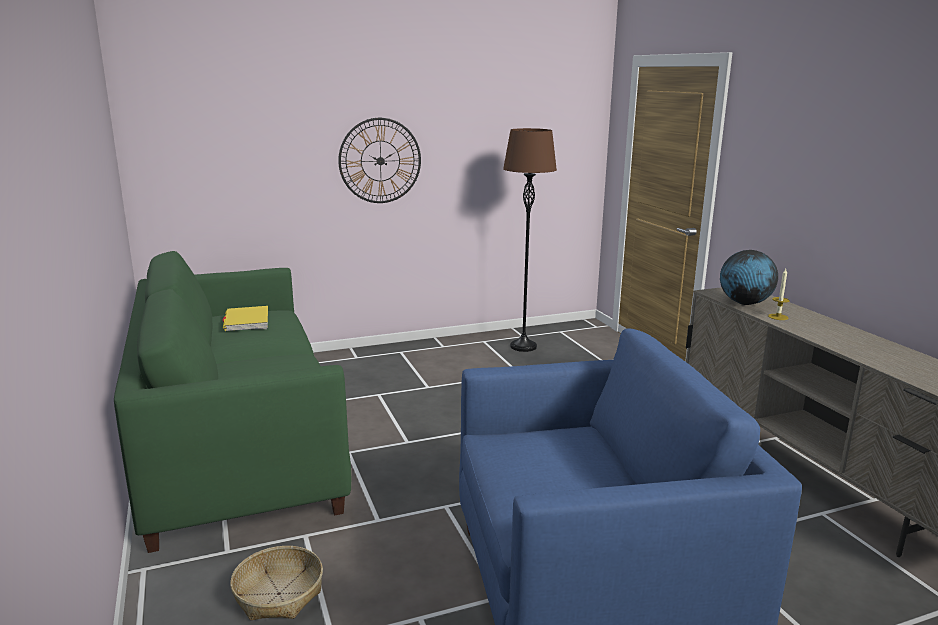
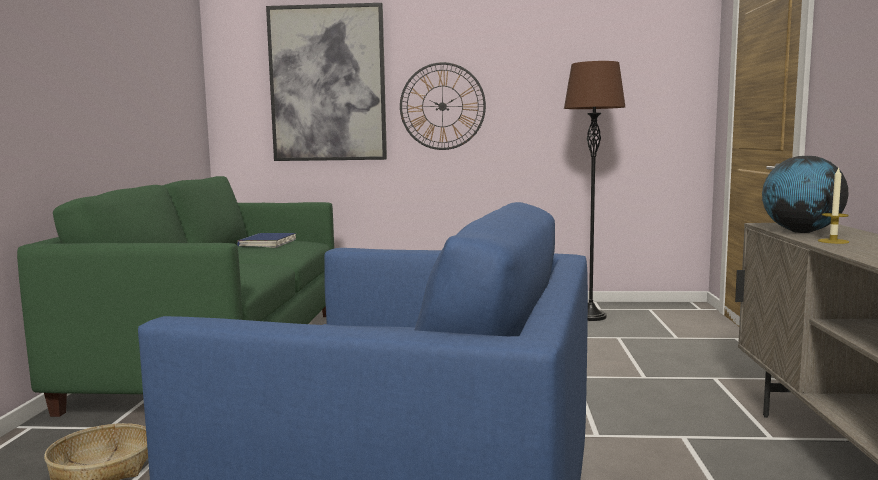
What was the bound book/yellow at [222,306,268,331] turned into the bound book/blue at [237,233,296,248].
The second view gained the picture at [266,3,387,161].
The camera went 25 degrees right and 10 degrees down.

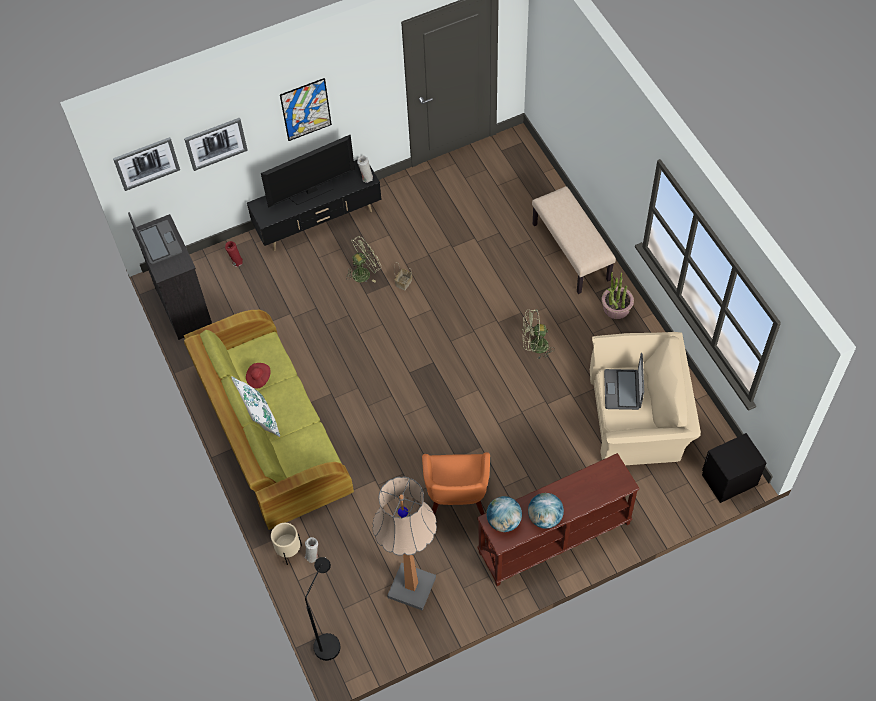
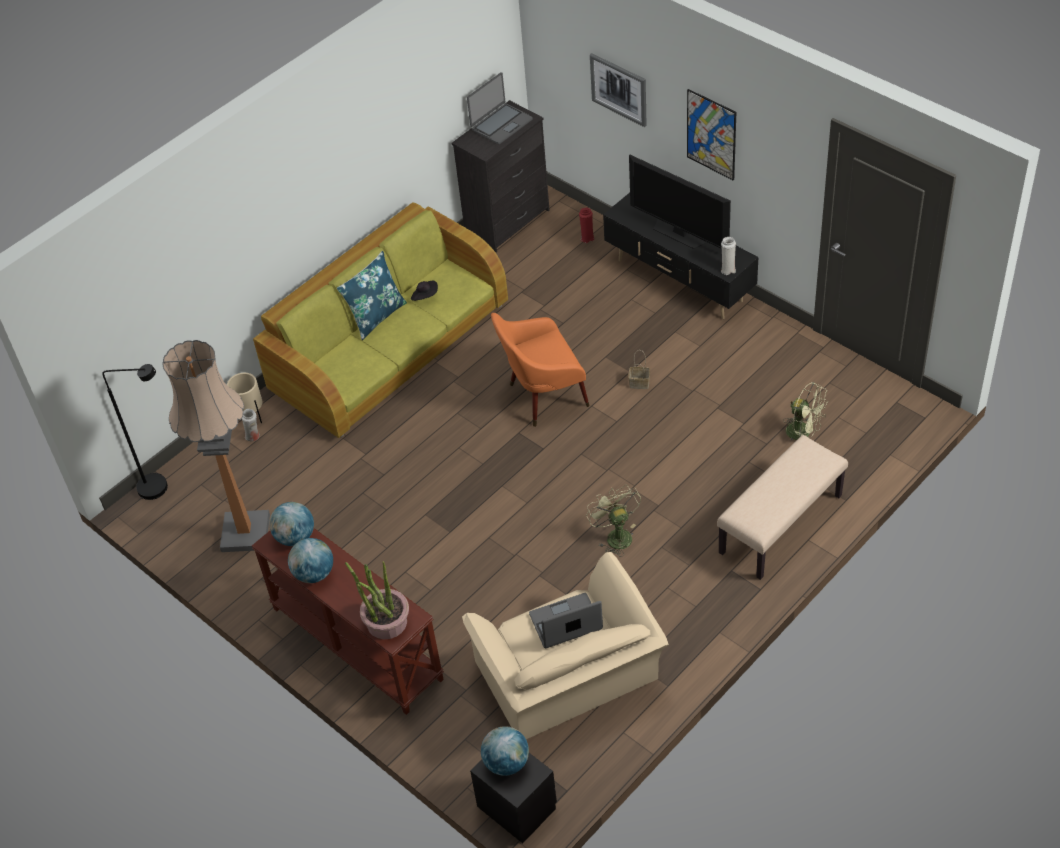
What was the pillow/whitish at [231,376,280,437] turned into the pillow/blue at [337,251,407,340].
The plant in a pot ended up elsewhere, having gone from [601,272,634,319] to [345,561,409,639].
What was the clothing hat/red-coloured at [246,363,271,389] turned into the clothing hat/black at [411,280,438,301].
The second view gained the world globe at [481,726,529,776].
The armchair/orangey ended up elsewhere, having gone from [422,452,490,515] to [491,313,589,427].
The electric fan/green ended up elsewhere, having gone from [346,236,382,283] to [783,382,827,440].
The second view lost the picture at [113,137,180,191].
The camera went 70 degrees right and 10 degrees down.

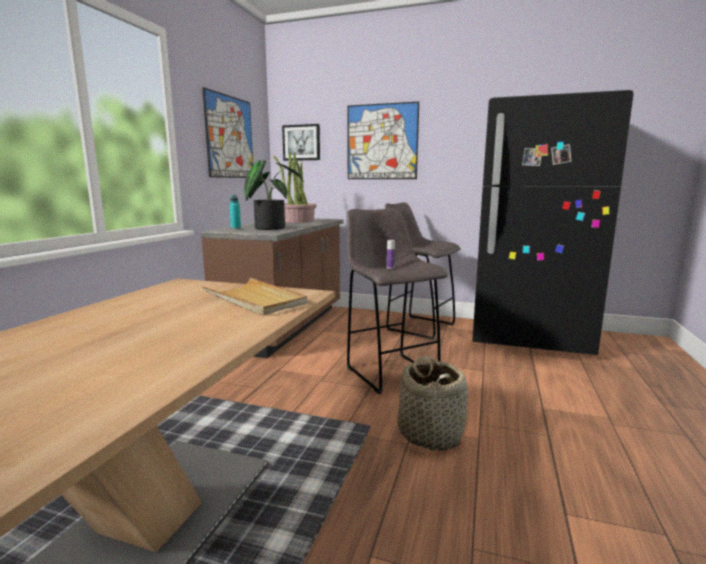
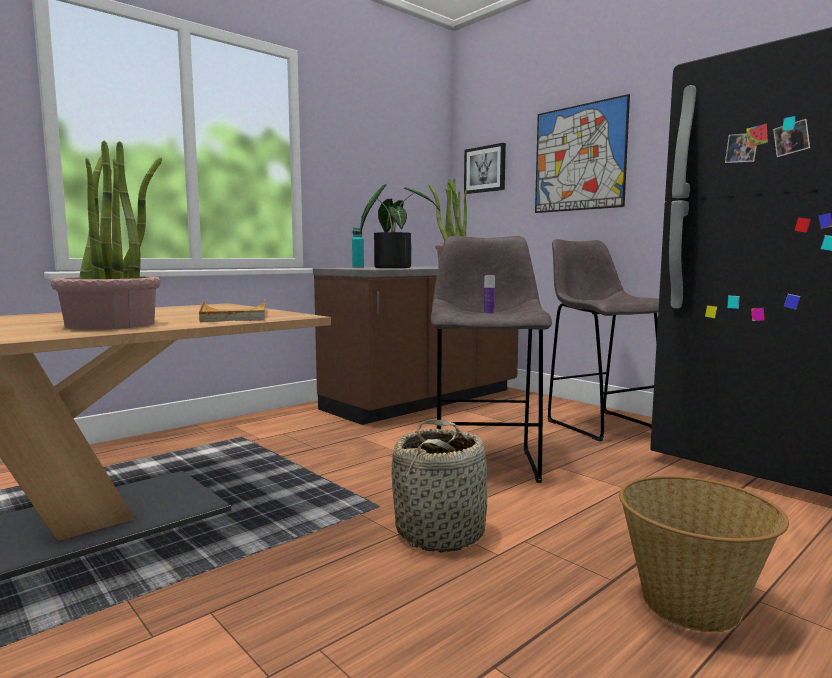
The second view gained the plant in a pot at [51,141,162,330].
The second view gained the household basket at [619,476,789,632].
The second view lost the picture at [202,87,253,178].
The camera went 30 degrees right and 5 degrees down.

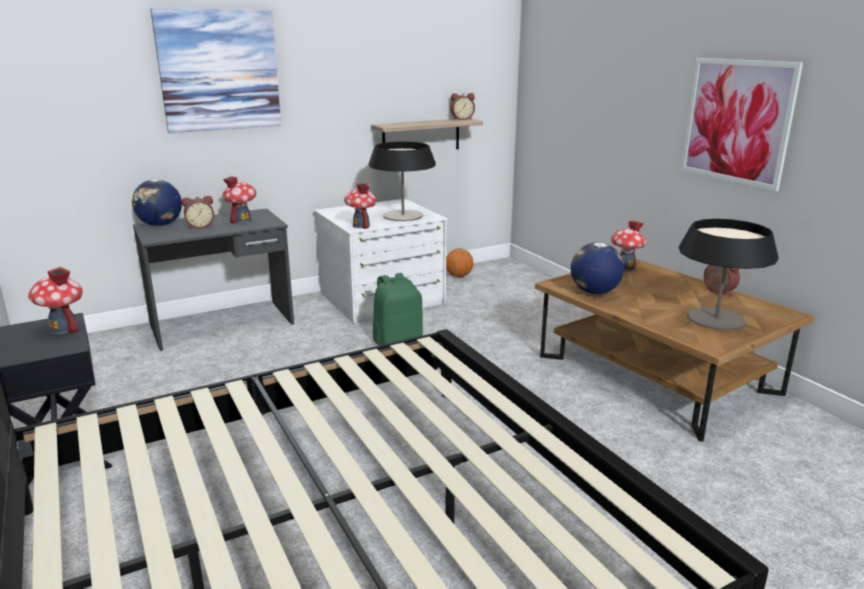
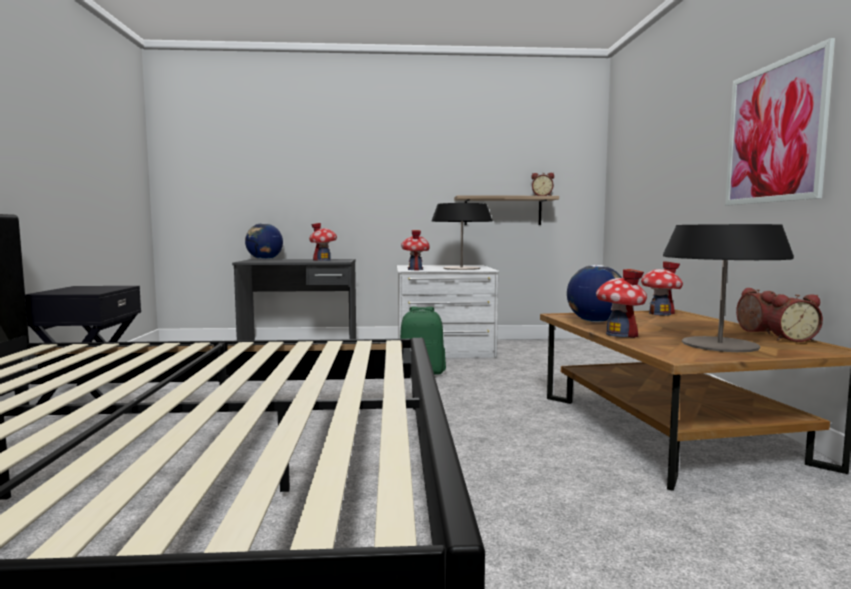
The miniature house ended up elsewhere, having gone from [28,267,83,334] to [596,269,647,338].
The table clock ended up elsewhere, having gone from [182,196,214,229] to [768,294,823,342].
The second view lost the picture at [151,8,281,133].
The second view lost the basketball at [446,248,473,277].
The camera went 25 degrees right and 15 degrees down.

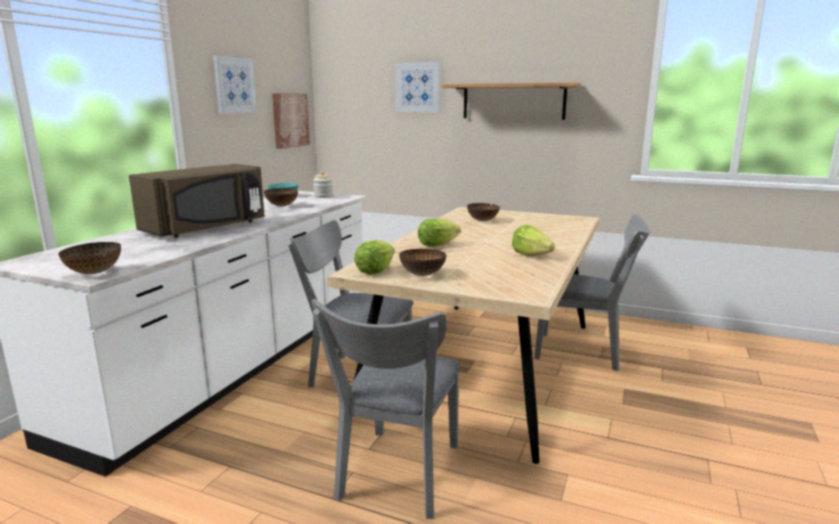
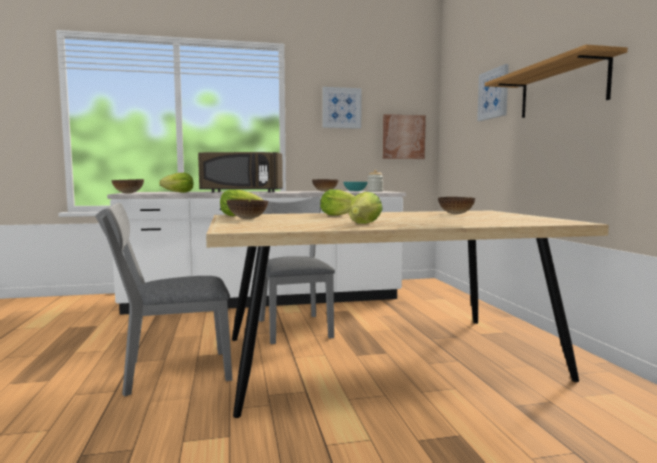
The second view gained the lettuce at [159,173,194,193].
The second view lost the plain chair/grey at [534,214,650,371].
The camera went 55 degrees right and 10 degrees down.

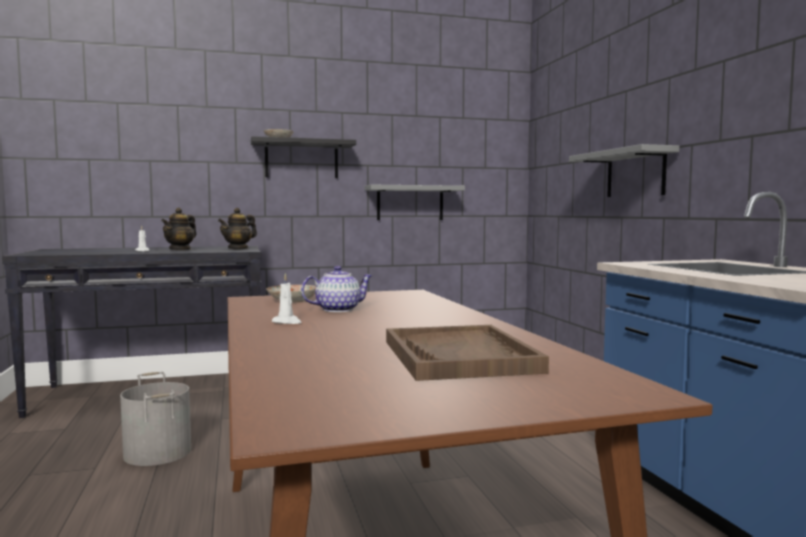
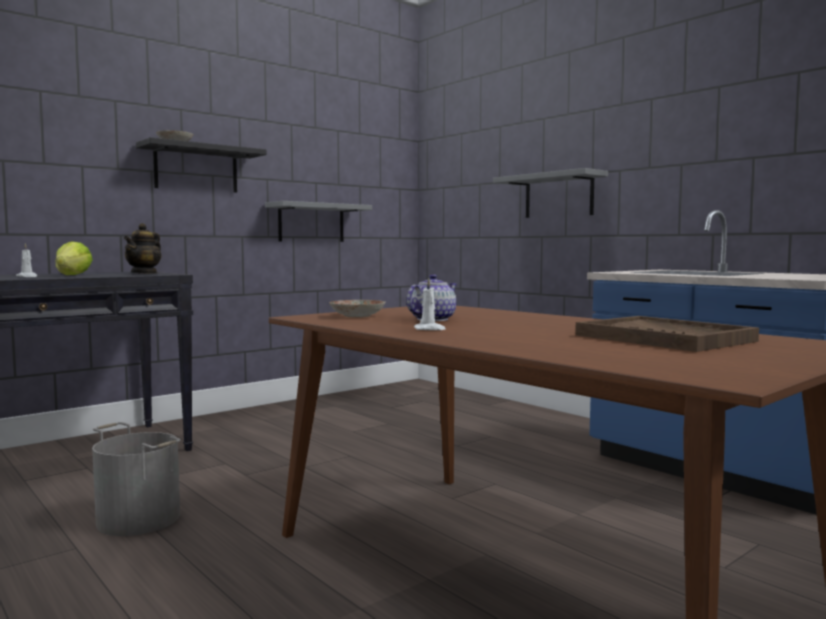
Where the pot for tea stood at [161,208,197,250], the lettuce came to stand at [56,241,93,275].
The camera went 25 degrees left and 0 degrees up.

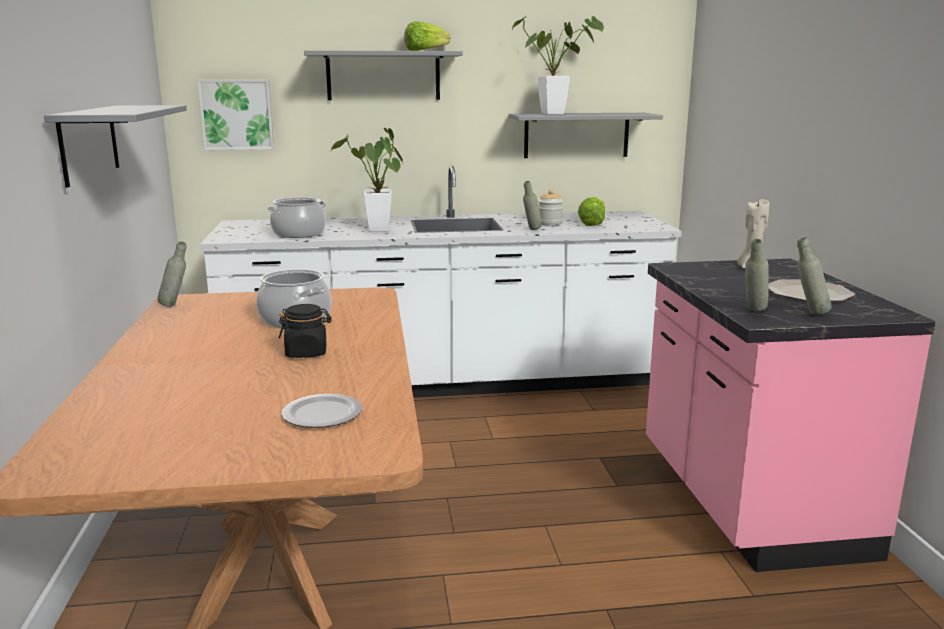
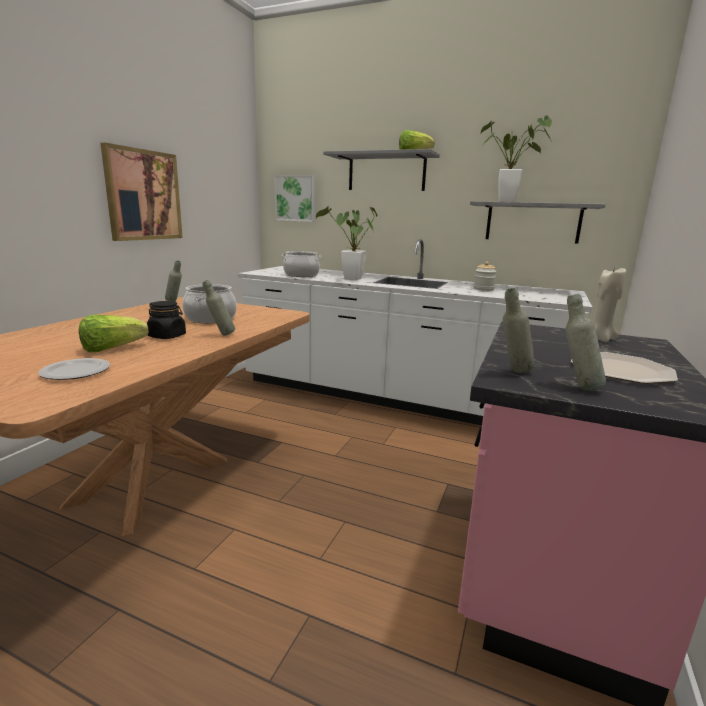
The lettuce ended up elsewhere, having gone from [578,197,605,226] to [79,315,149,352].
Where the shelf/grey hung at [44,105,187,187], the picture came to hang at [100,143,183,241].
The drink bottle/grey ended up elsewhere, having gone from [523,181,542,230] to [203,280,235,336].
The camera went 30 degrees right and 0 degrees up.

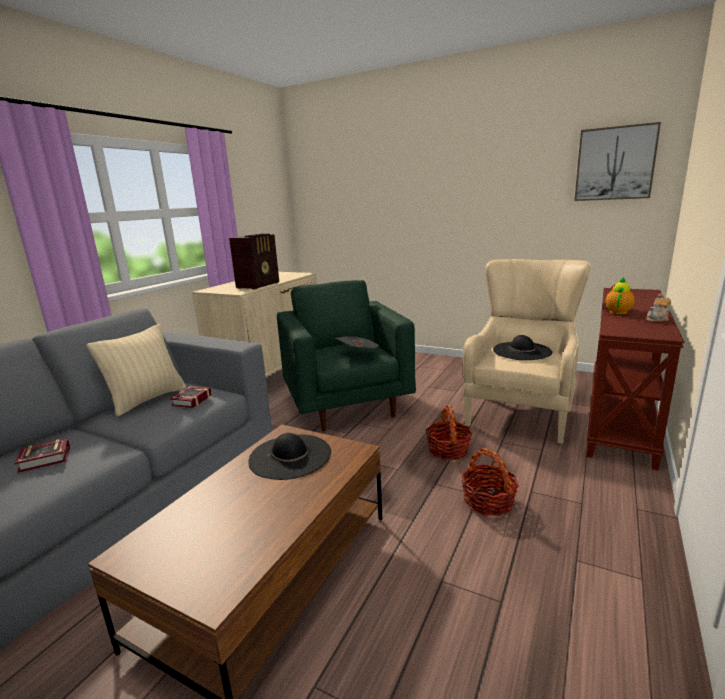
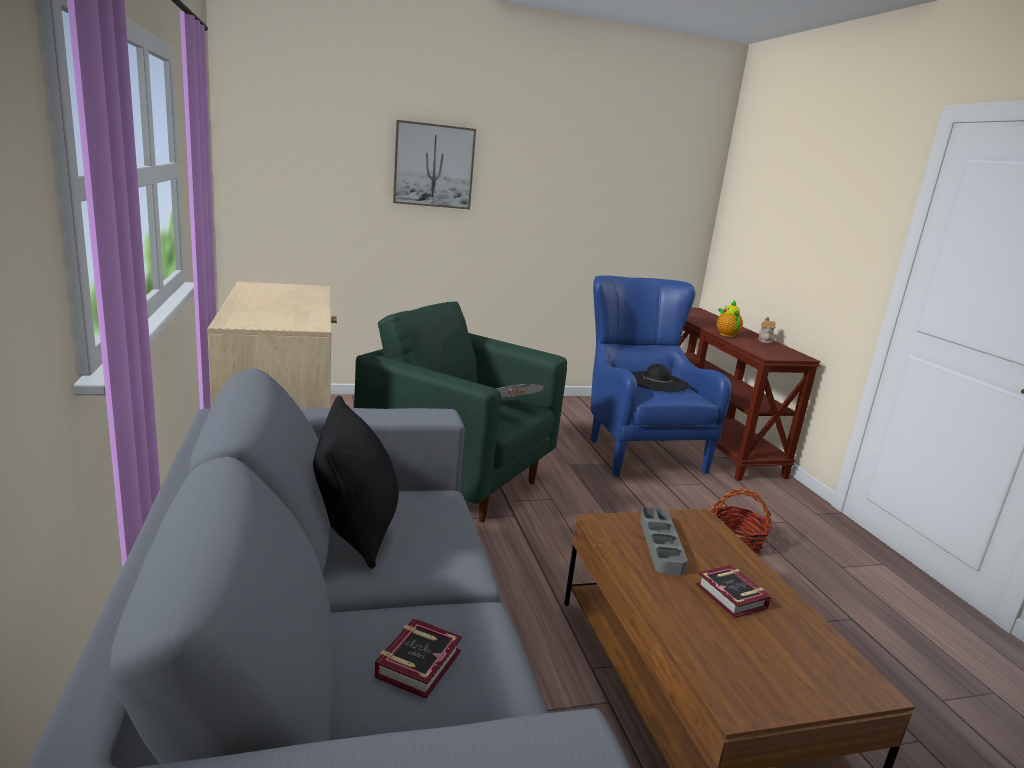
What was the pillow/beige at [87,324,186,417] turned into the pillow/black at [313,395,399,569].
The picture ended up elsewhere, having gone from [574,122,661,201] to [393,120,476,209].
What was the armchair/beige at [462,259,591,444] turned into the armchair/blue at [591,276,732,476].
Where the clothing hat/black stood at [248,433,331,480], the tray/grey came to stand at [640,507,688,576].
The bound book ended up elsewhere, having gone from [170,386,212,408] to [696,565,771,618].
The second view lost the radio receiver at [229,234,279,290].
The second view lost the household basket at [426,405,472,460].
The camera went 45 degrees left and 0 degrees up.

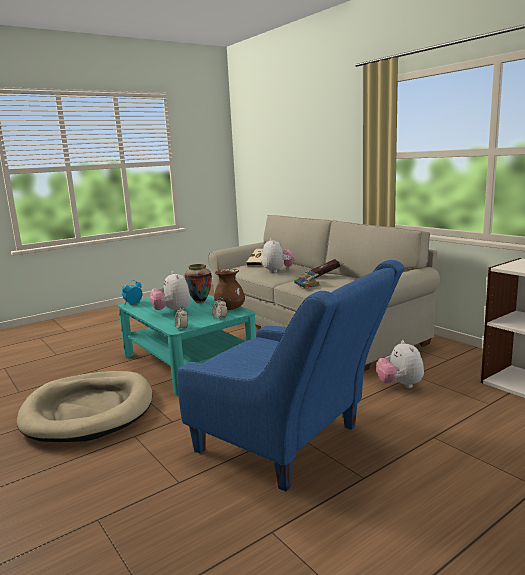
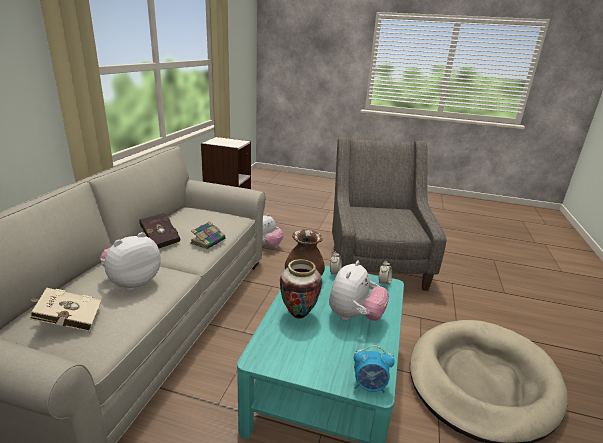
What was the armchair/blue at [177,260,404,491] turned into the armchair/grey at [332,137,447,291].
The camera went 130 degrees left and 10 degrees up.

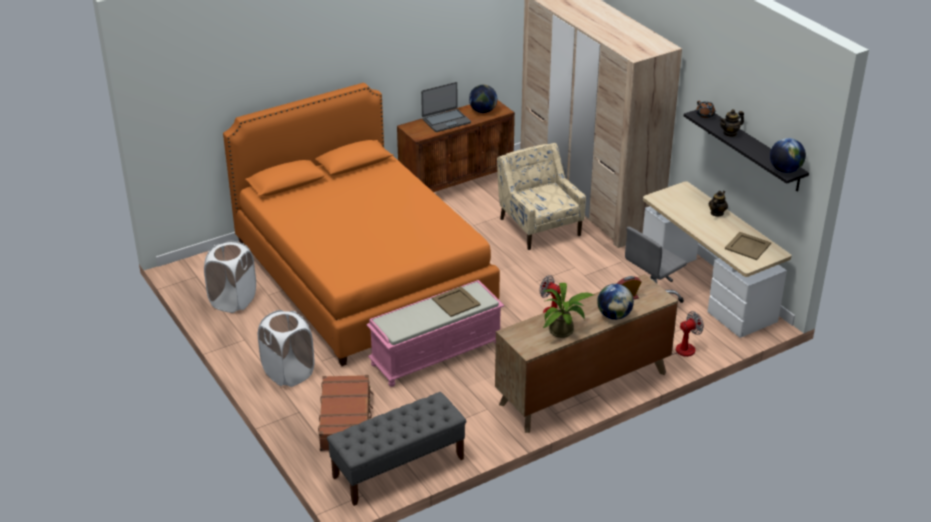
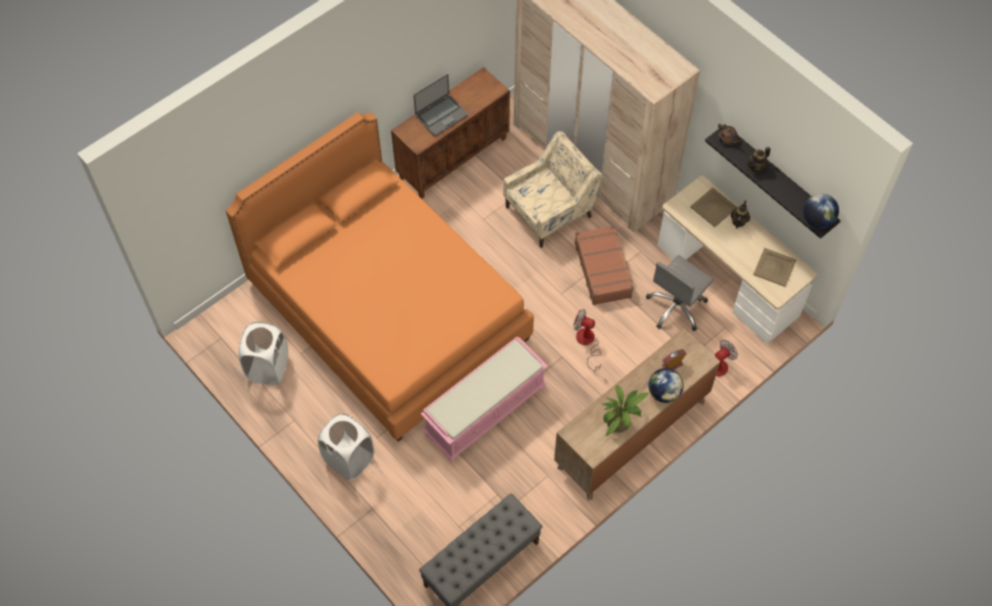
The armchair/beige at [497,143,586,250] ended up facing another way, 90 degrees clockwise from before.
The piece of luggage/brown-coloured ended up elsewhere, having gone from [318,375,373,451] to [575,226,634,305].
The tray/beige ended up elsewhere, having gone from [432,286,481,317] to [690,188,737,227].
The second view lost the world globe at [469,84,497,113].
The camera went 10 degrees left and 25 degrees up.

